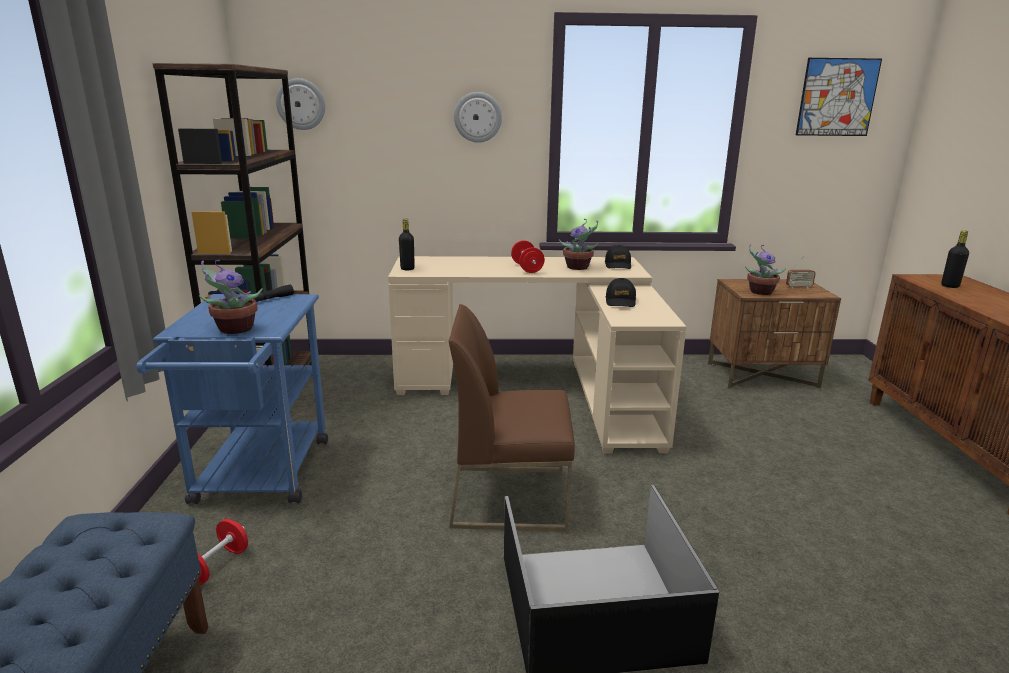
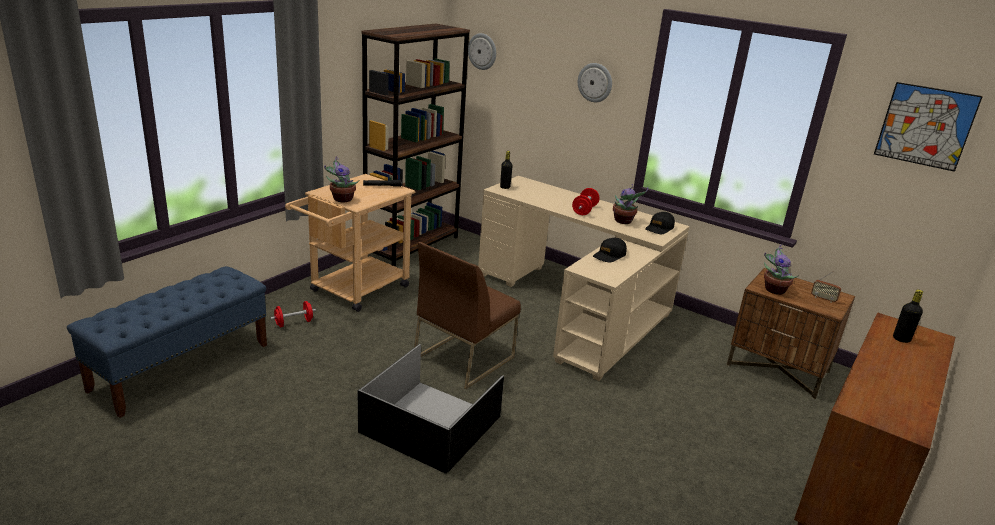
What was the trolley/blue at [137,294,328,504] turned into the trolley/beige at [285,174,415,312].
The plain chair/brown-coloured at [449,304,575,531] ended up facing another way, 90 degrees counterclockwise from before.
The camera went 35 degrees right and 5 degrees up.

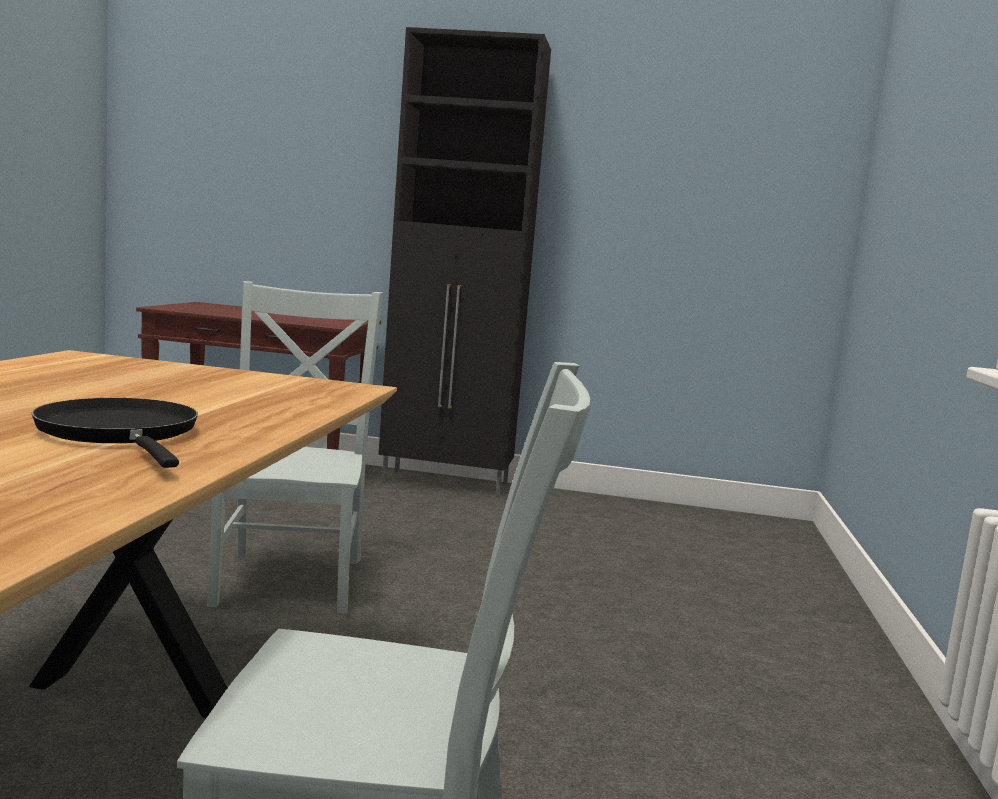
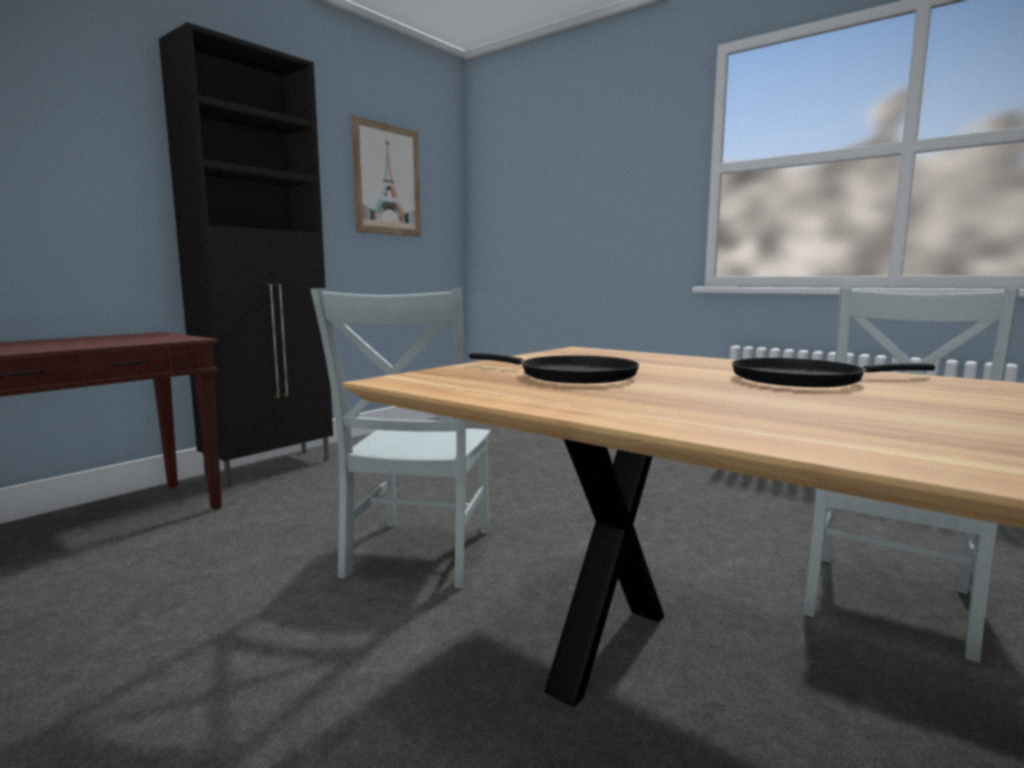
The plain chair/grey at [207,281,383,613] ended up facing another way, 105 degrees counterclockwise from before.
The second view gained the picture at [351,115,421,237].
The second view gained the pan/black at [469,353,639,383].
The camera went 60 degrees left and 0 degrees up.

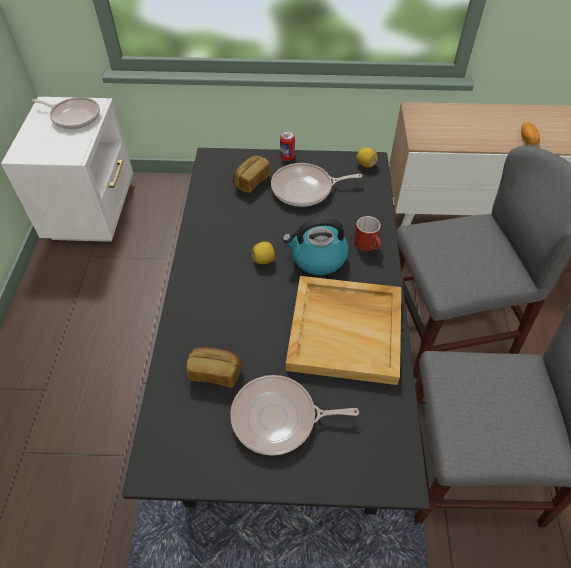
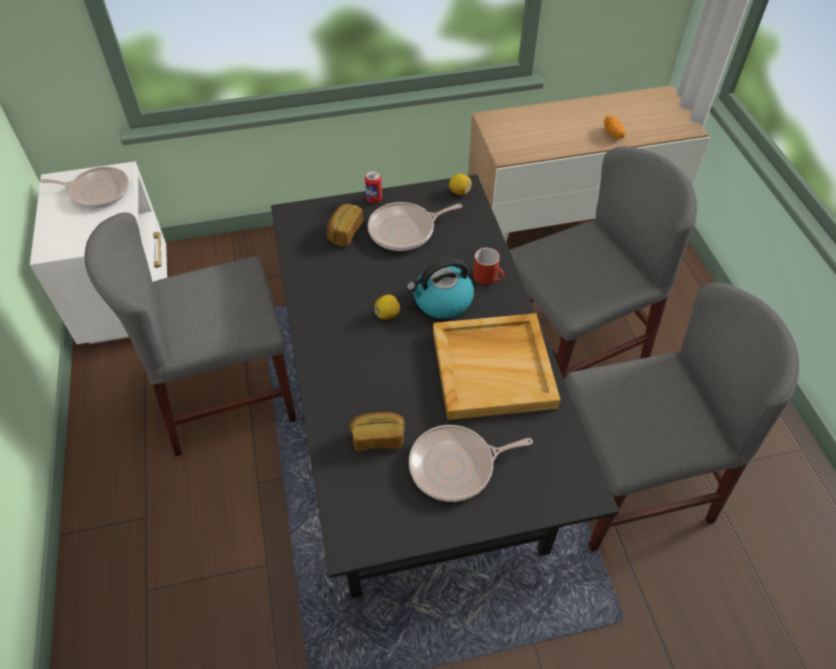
The second view gained the plain chair/grey at [84,213,296,456].
The camera went 15 degrees left and 0 degrees up.

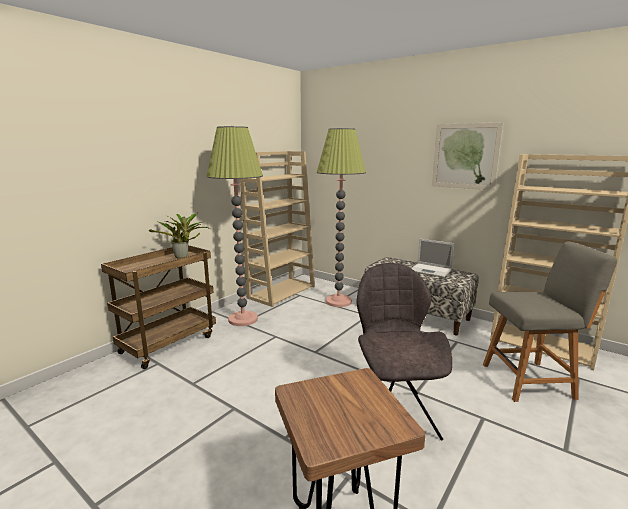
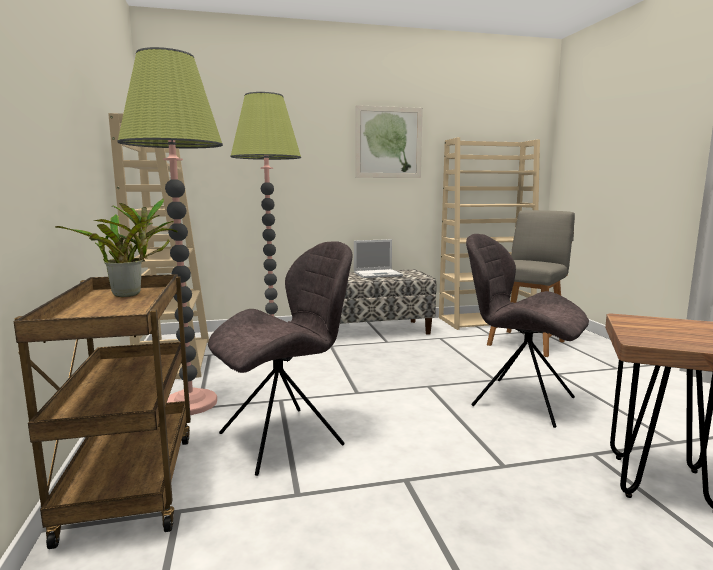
The second view gained the plain chair/grey at [208,241,353,476].
The camera went 50 degrees left and 5 degrees down.

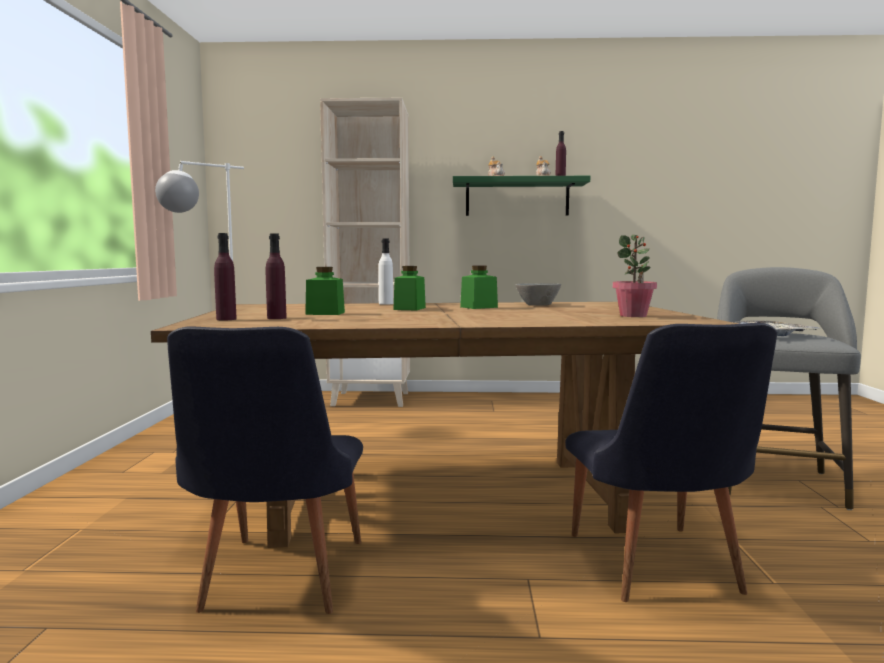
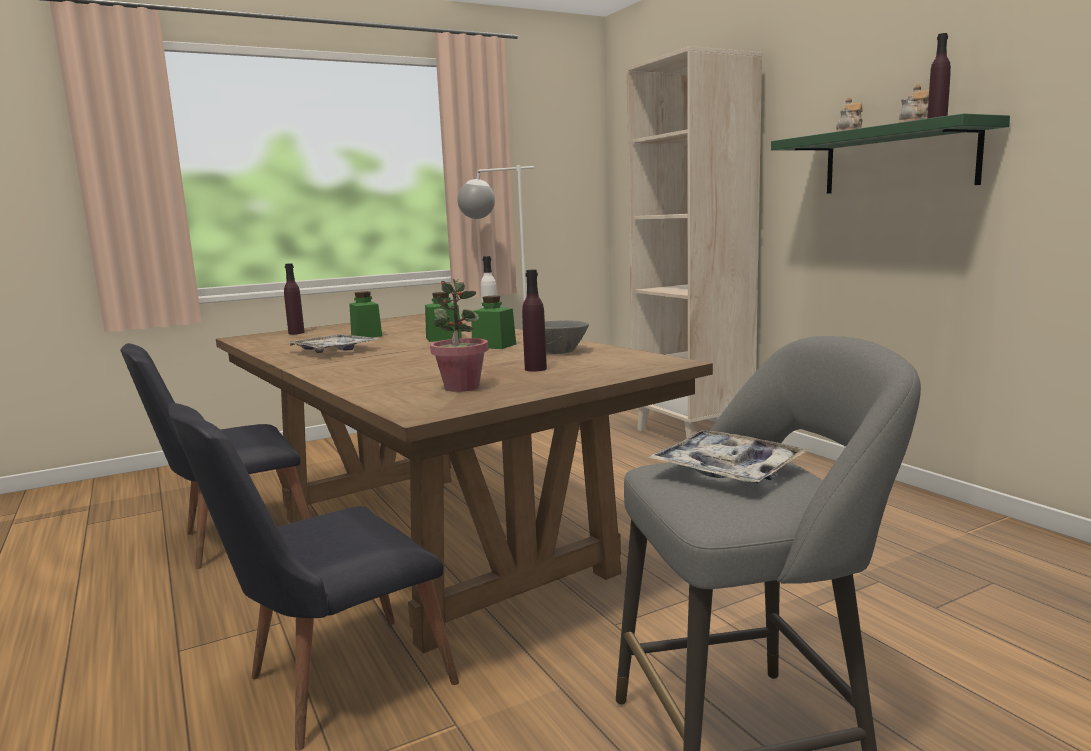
The second view gained the tray at [287,334,379,353].
The drink bottle/purple ended up elsewhere, having gone from [266,233,287,319] to [522,270,547,372].
The camera went 60 degrees right and 5 degrees up.

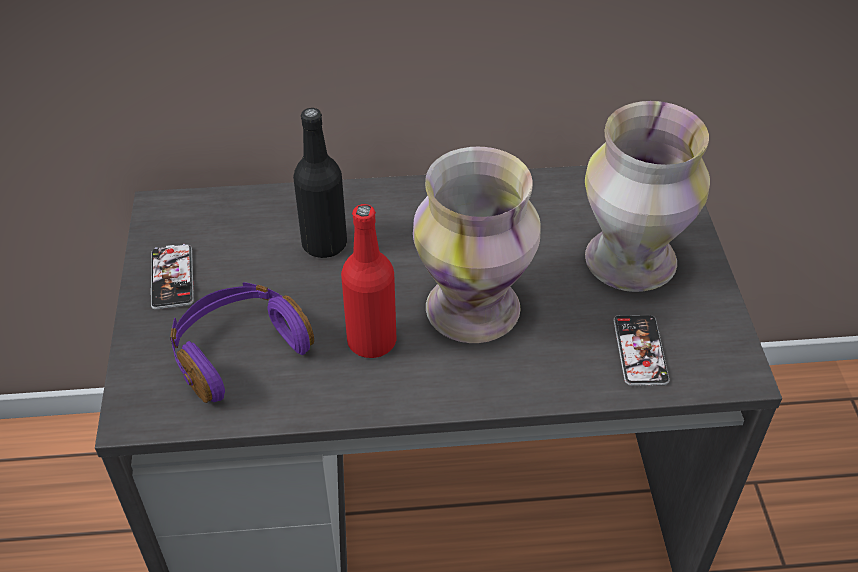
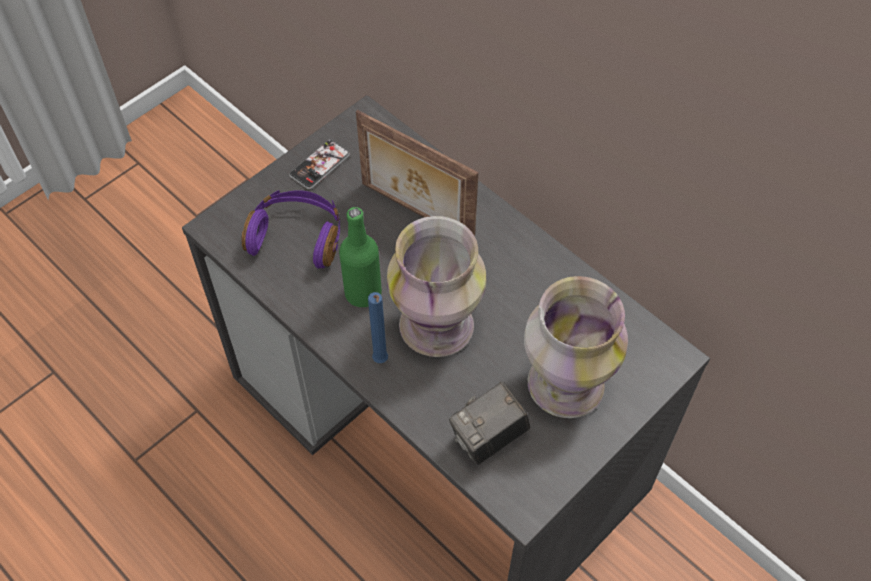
What was the drink bottle/red-coloured at [341,204,397,358] turned into the drink bottle/green at [339,207,382,307].
Where the drink bottle/black stood at [293,108,347,258], the picture frame came to stand at [356,110,478,236].
The second view gained the wax light/blue at [368,292,388,363].
Where the phone stood at [613,315,669,386], the photo camera came to stand at [449,382,530,465].
The camera went 50 degrees right and 10 degrees up.

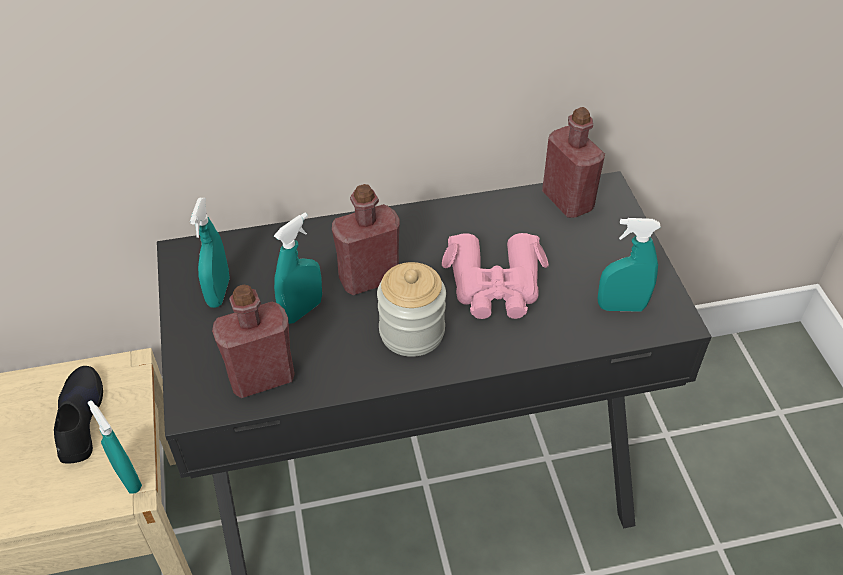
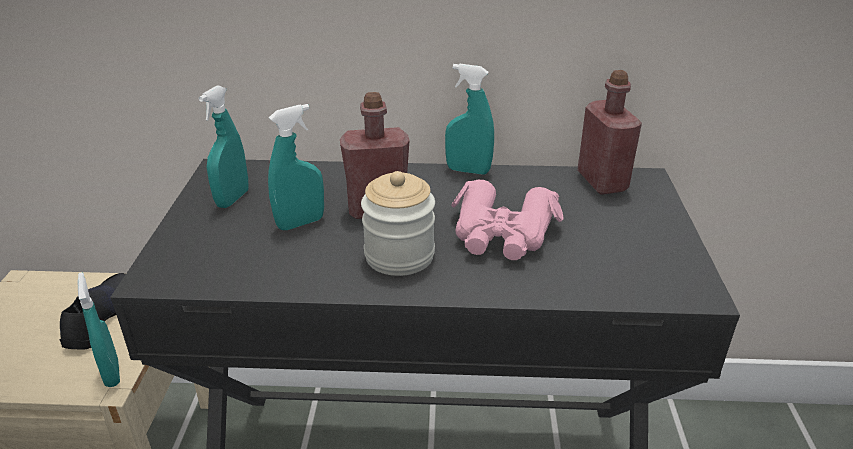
The sprayer/blue-green ended up elsewhere, having gone from [598,218,661,312] to [445,64,494,175].
The second view lost the drink bottle/red-coloured at [212,285,295,398].
The camera went 15 degrees right and 15 degrees down.

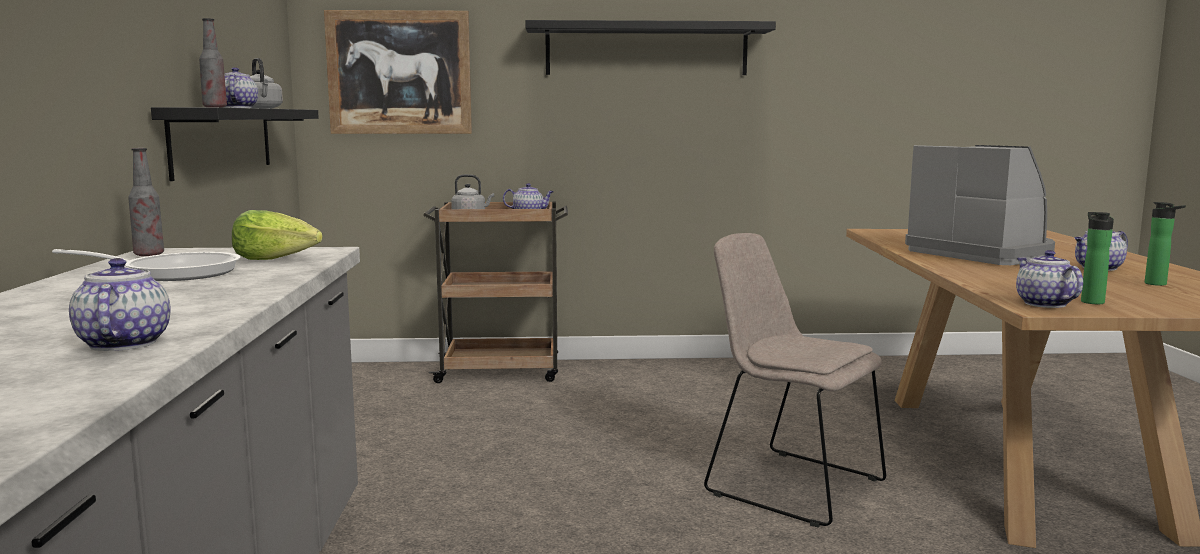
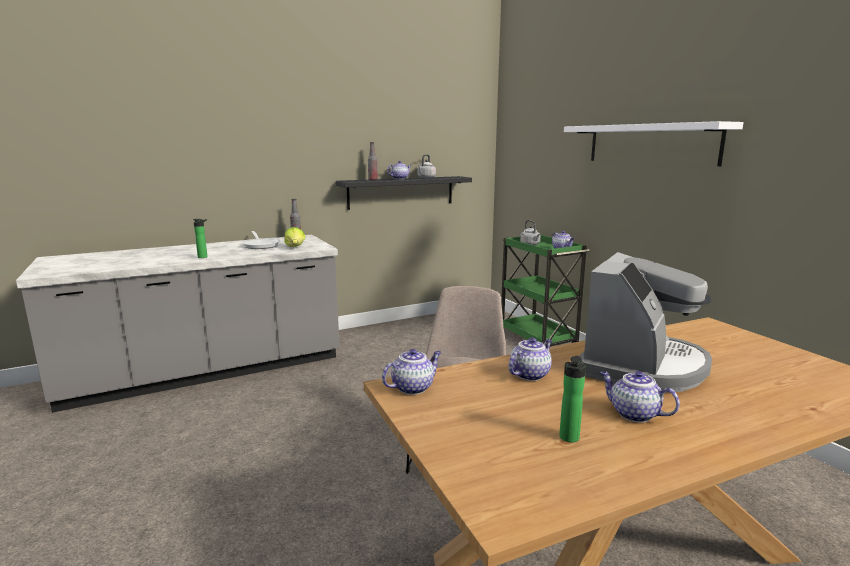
The drink bottle ended up elsewhere, having gone from [1081,212,1114,304] to [193,219,207,258].
What was the trolley/brown-coloured at [423,202,568,383] turned into the trolley/green at [501,235,589,347].
The pot for tea ended up elsewhere, having gone from [69,258,171,351] to [508,338,552,381].
What was the shelf/black at [525,20,776,75] turned into the shelf/whitish at [564,121,743,166].
The second view lost the picture at [324,10,472,134].
The camera went 65 degrees right and 5 degrees up.

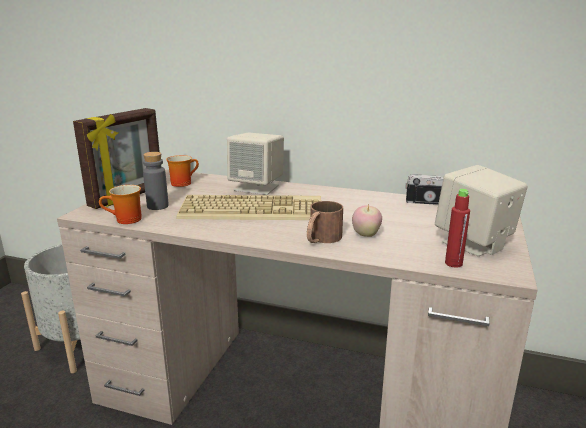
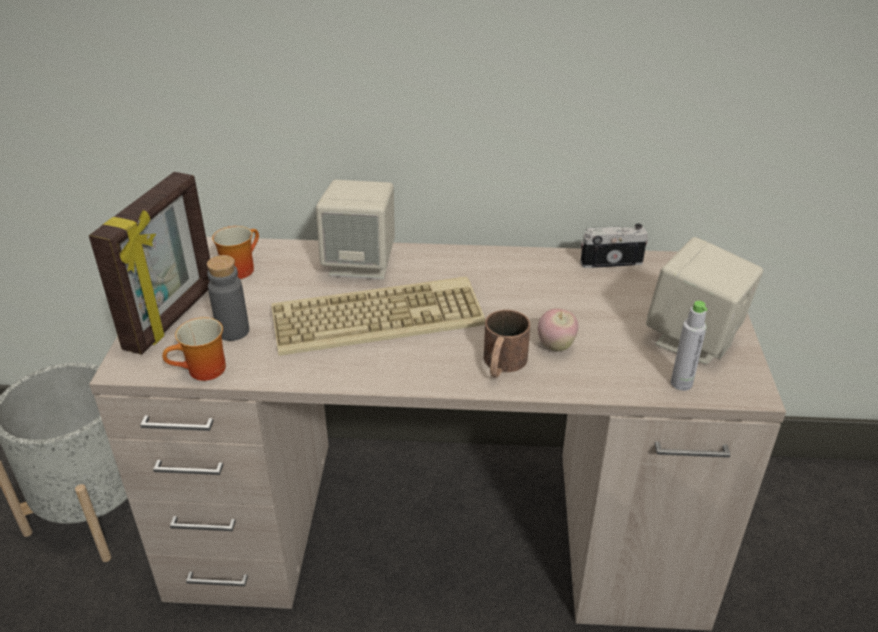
What was the drink bottle/red-coloured at [445,189,470,267] turned into the drink bottle/grey at [671,301,708,391].
The camera went 15 degrees left and 15 degrees up.

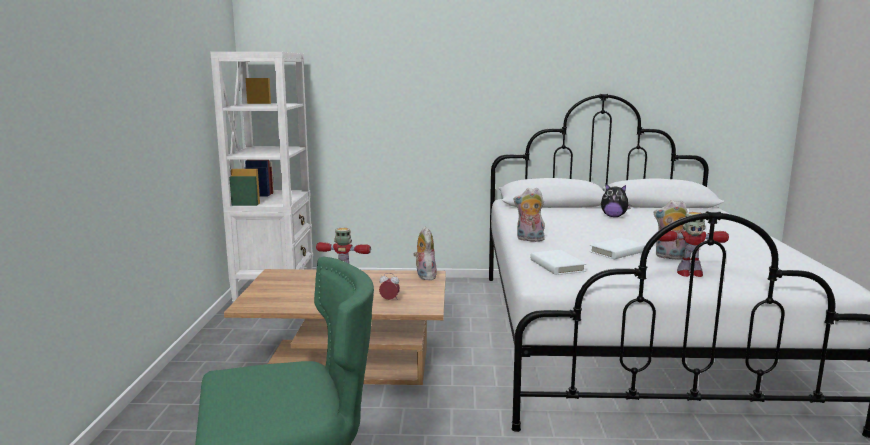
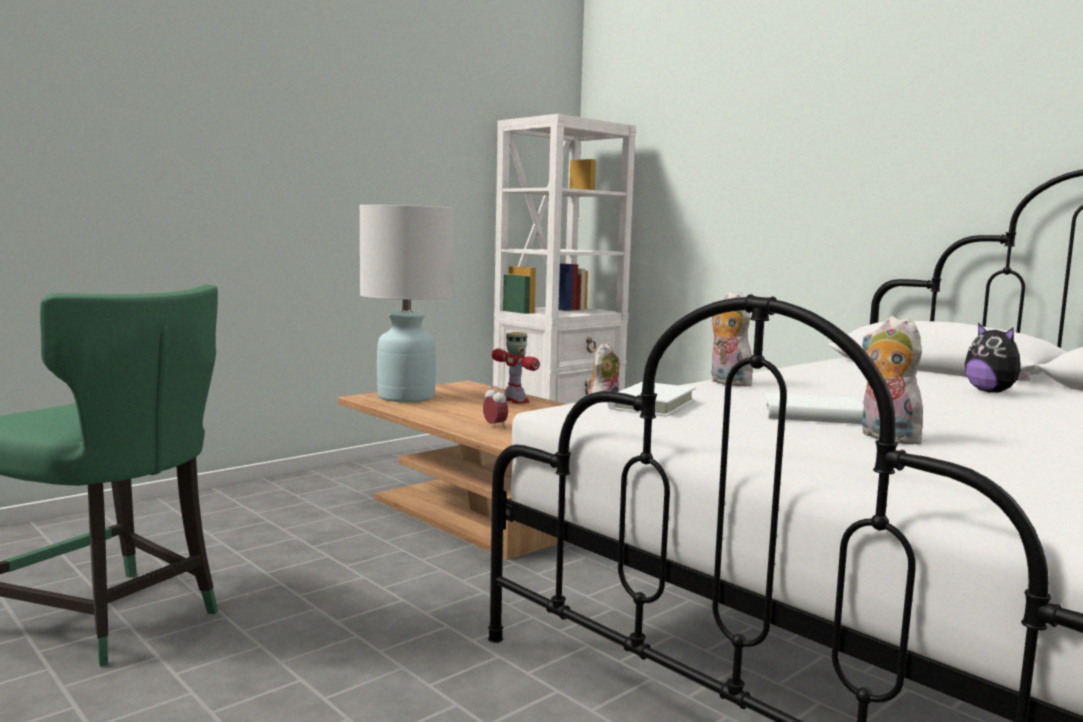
The second view gained the lamp for a table/whitish at [359,205,454,402].
The second view lost the robot figure at [659,212,729,277].
The camera went 45 degrees right and 5 degrees down.

